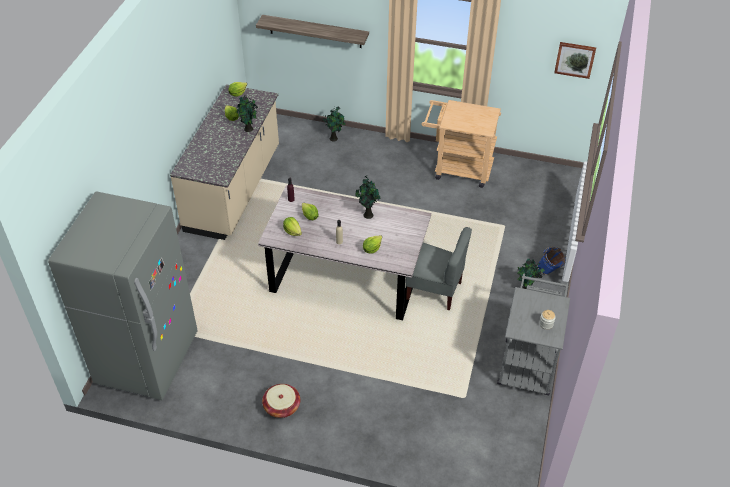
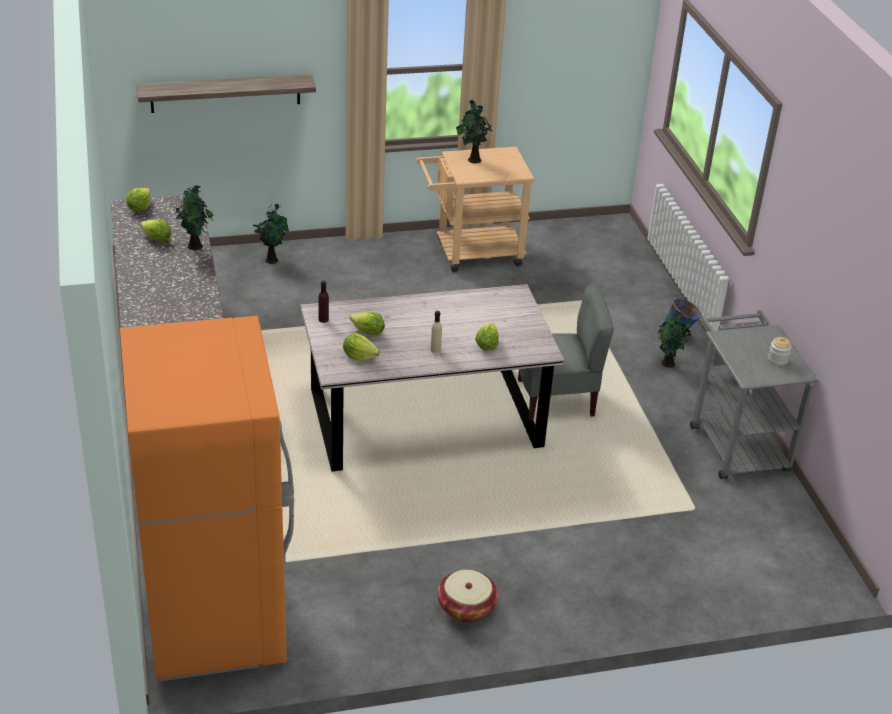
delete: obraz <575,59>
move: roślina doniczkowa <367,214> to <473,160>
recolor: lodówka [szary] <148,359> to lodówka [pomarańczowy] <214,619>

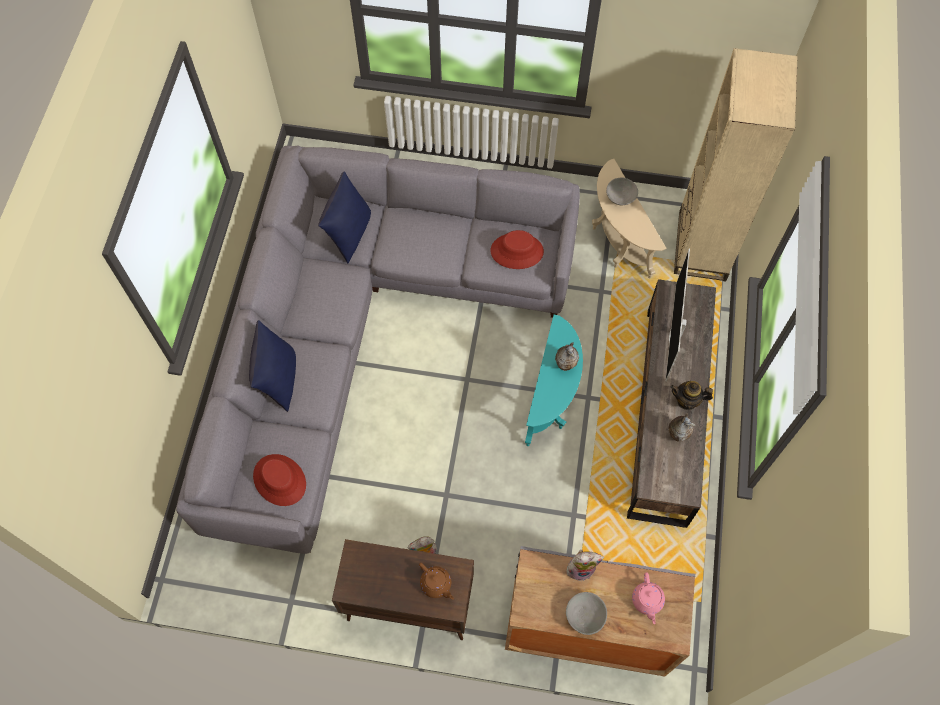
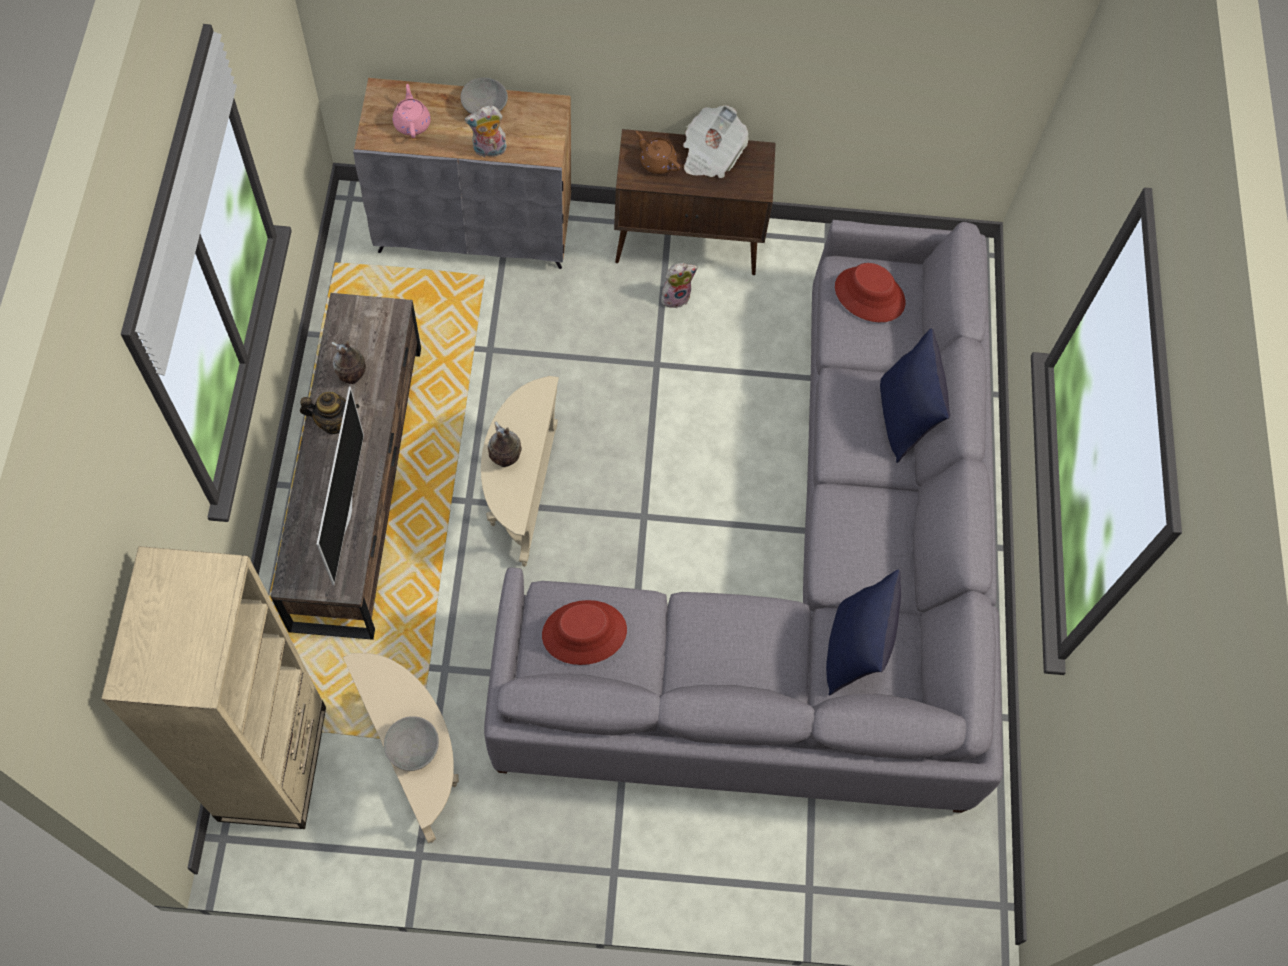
insert: gazeta <711,154>
recolor: stolik [turkusowy] <551,400> to stolik [beżowy] <521,494>

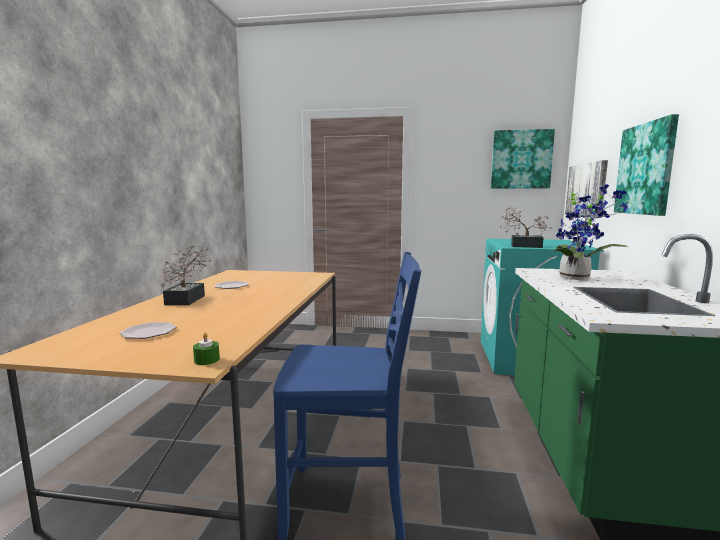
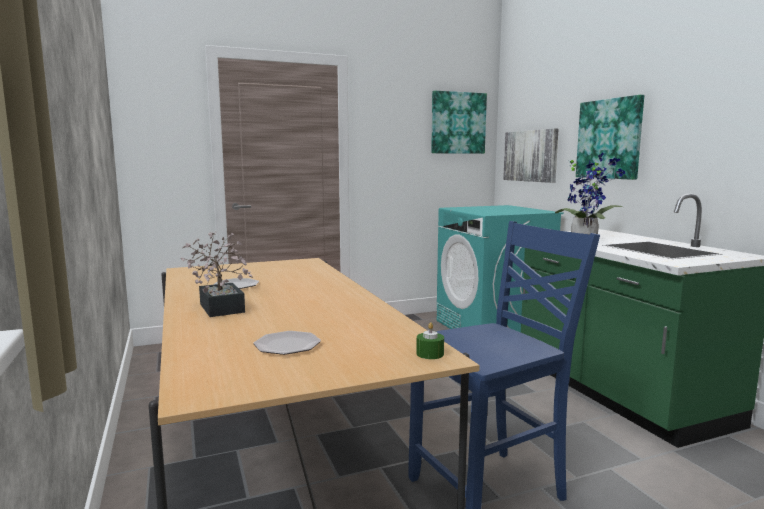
delete: roślina doniczkowa <522,246>

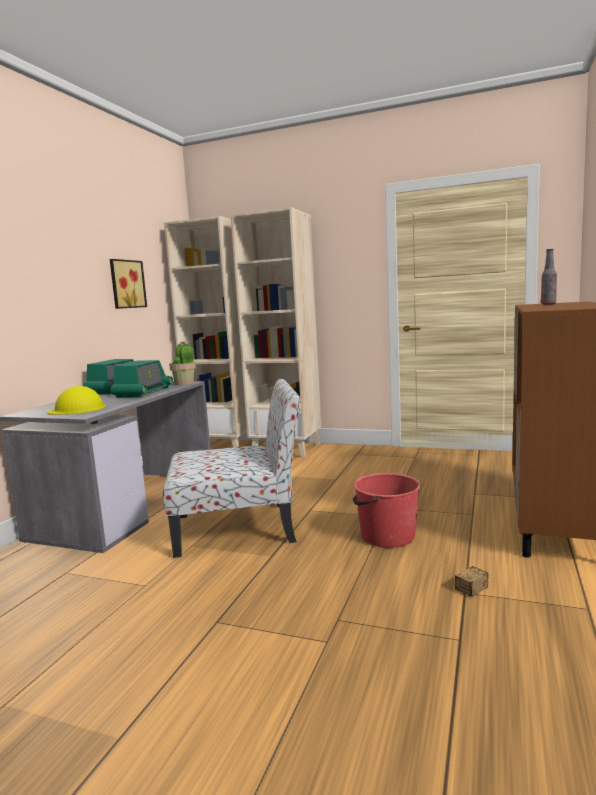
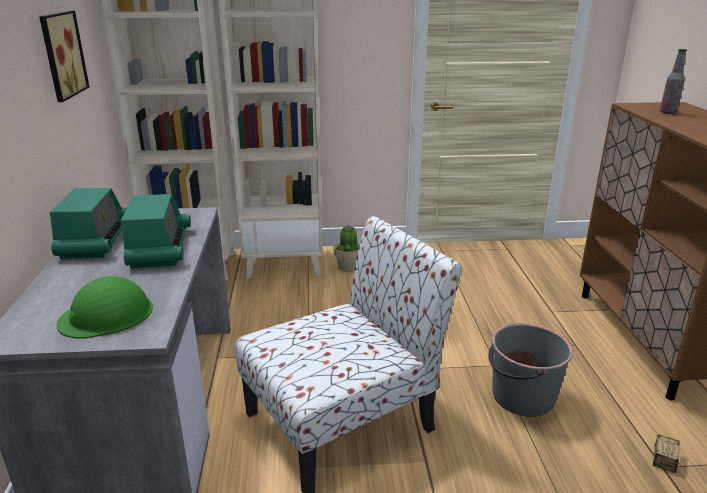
move: roślina doniczkowa <184,383> to <347,266>
recolor: kask [żółty] <77,409> to kask [zielony] <107,315>; wiadro [czerwony] <386,536> to wiadro [szary] <522,397>

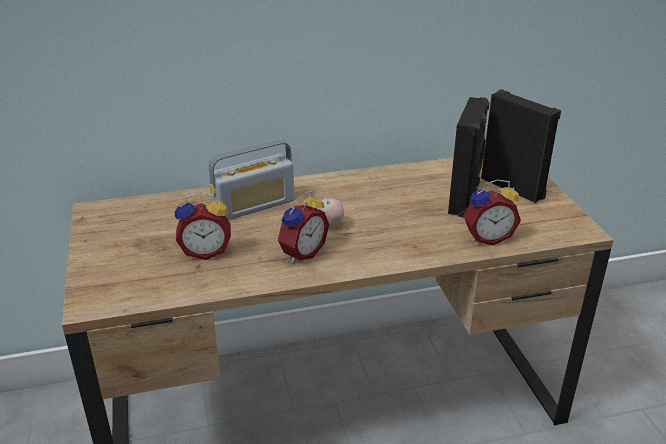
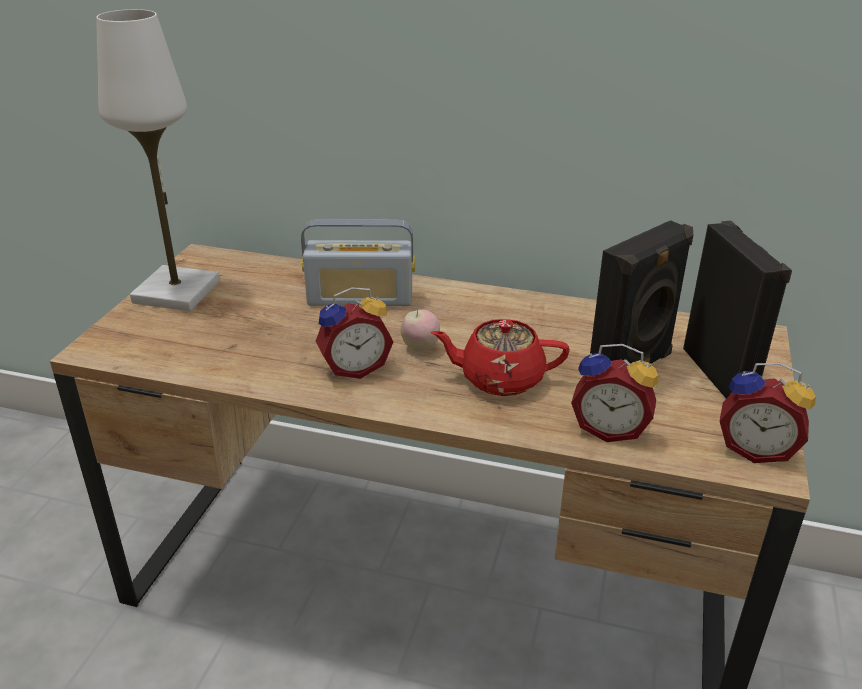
insert: lampa stołowa [biały] <176,292>; imbryk [czerwony] <499,379>
move: budzik <206,251> to <755,449>

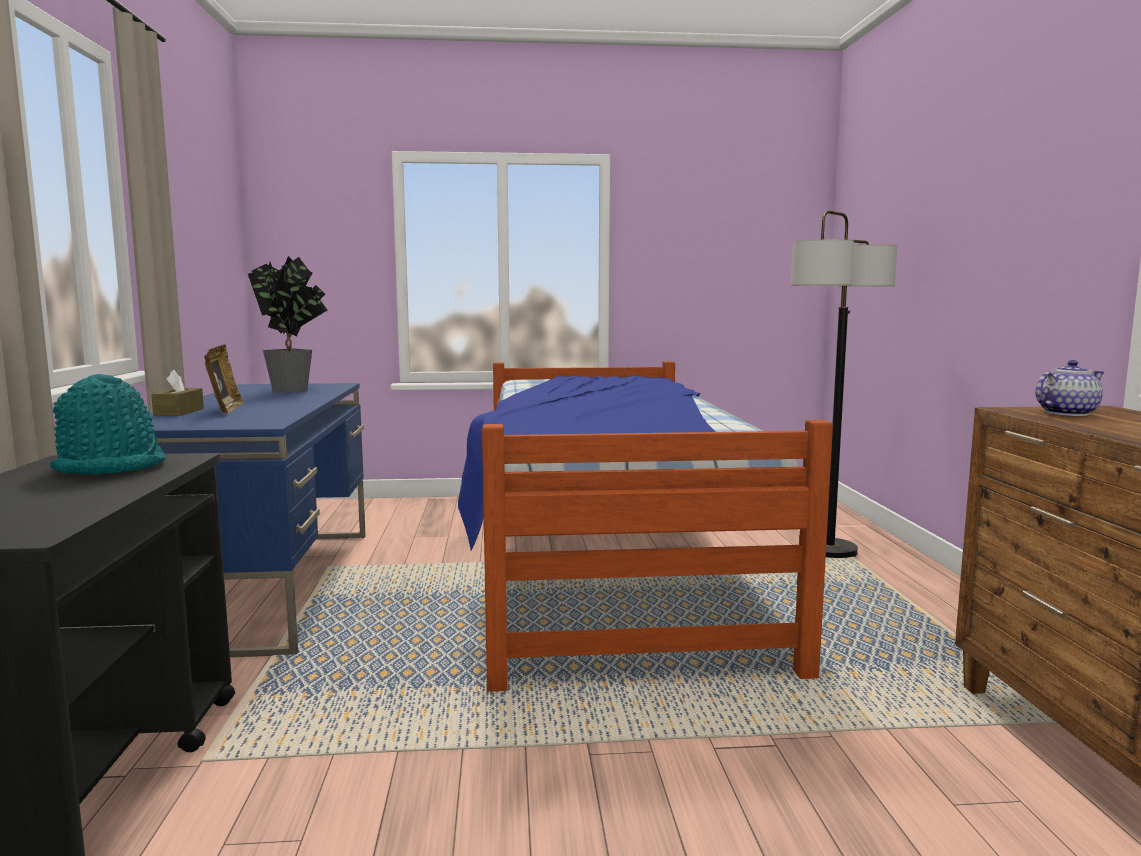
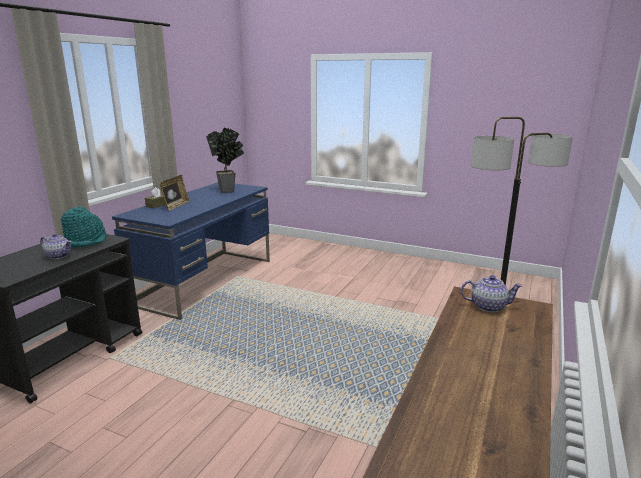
delete: łóżko <605,564>
insert: imbryk <58,256>

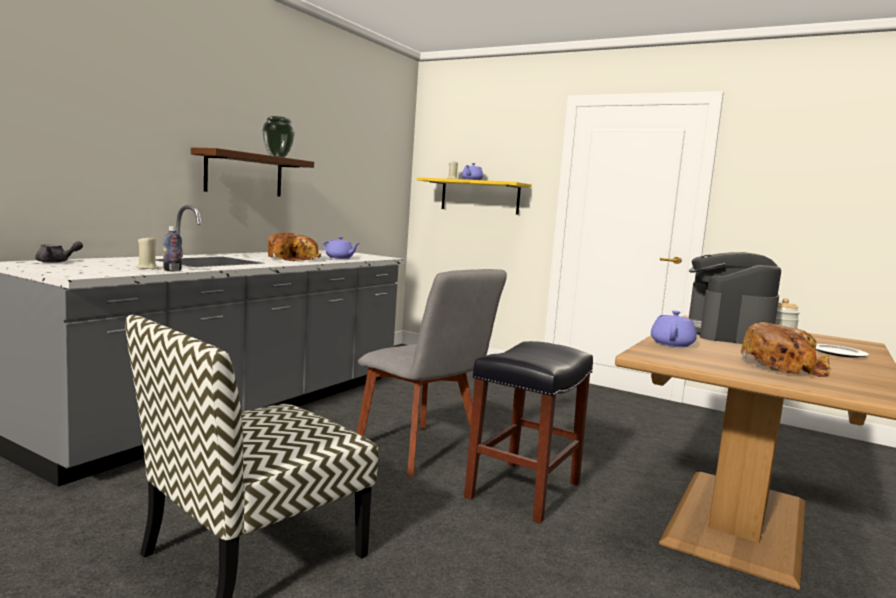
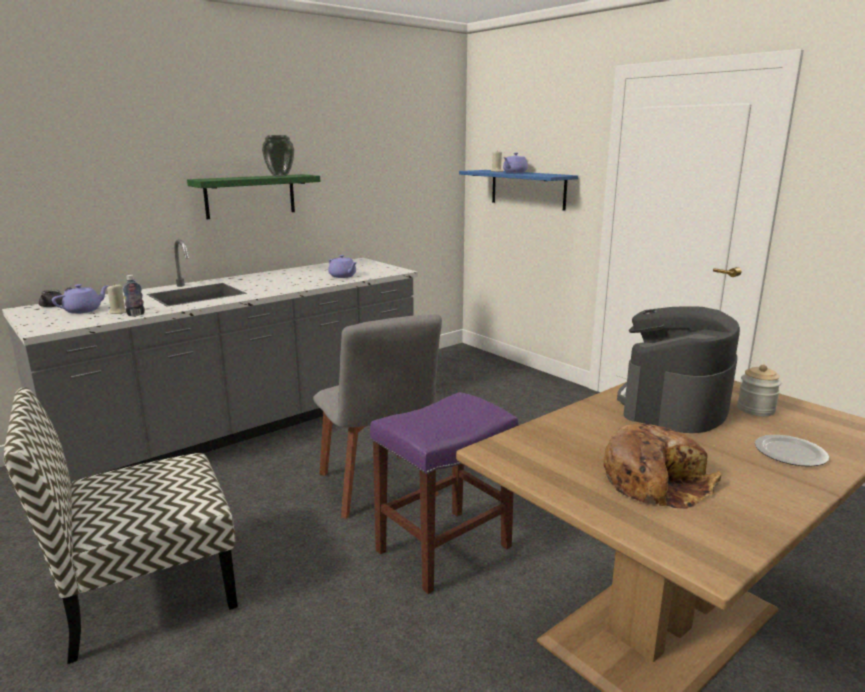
delete: chleb <293,258>
move: imbryk [fioletowy] <672,344> to <84,310>
recolor: półka [brązowy] <244,174> to półka [zielony] <250,196>; stołek [czarny] <523,489> to stołek [fioletowy] <444,548>; półka [żółty] <480,196> to półka [niebieski] <528,189>

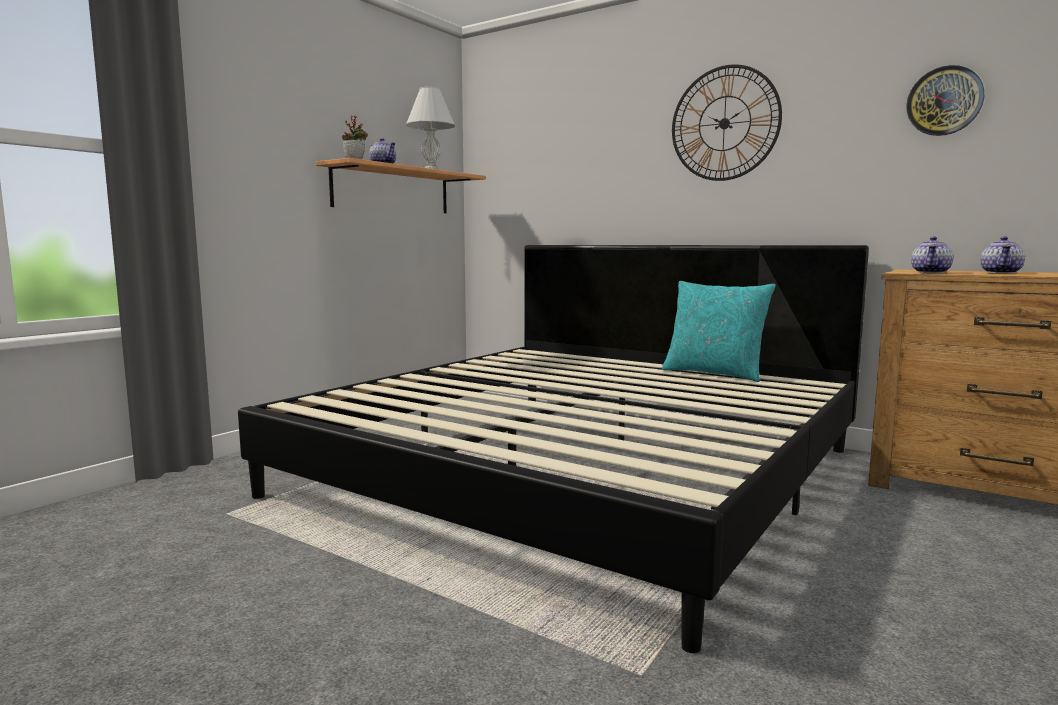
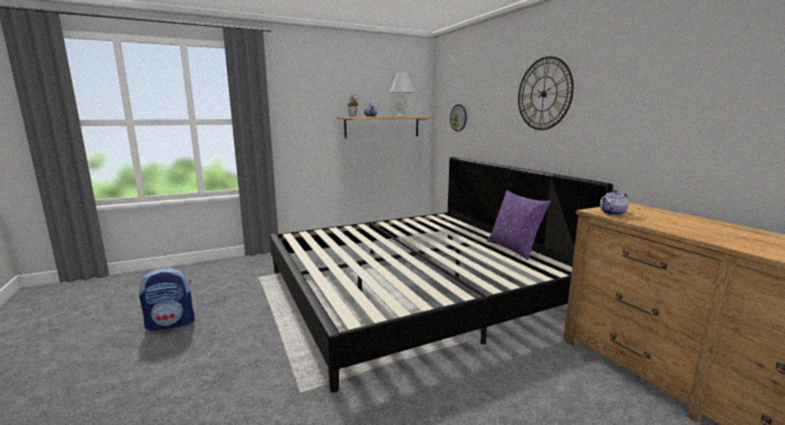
delete: imbryk <1002,273>
insert: plecak <172,323>
move: zegar ścienny <944,101> to <459,117>
recolor: poduszka [turkusowy] <714,373> to poduszka [fioletowy] <514,249>

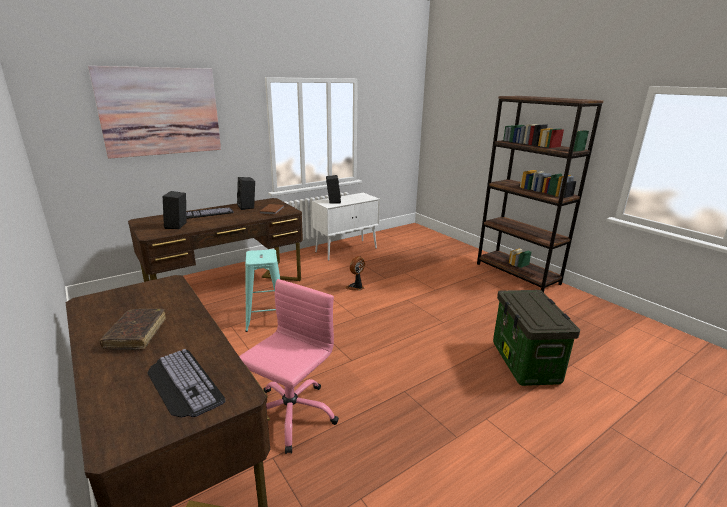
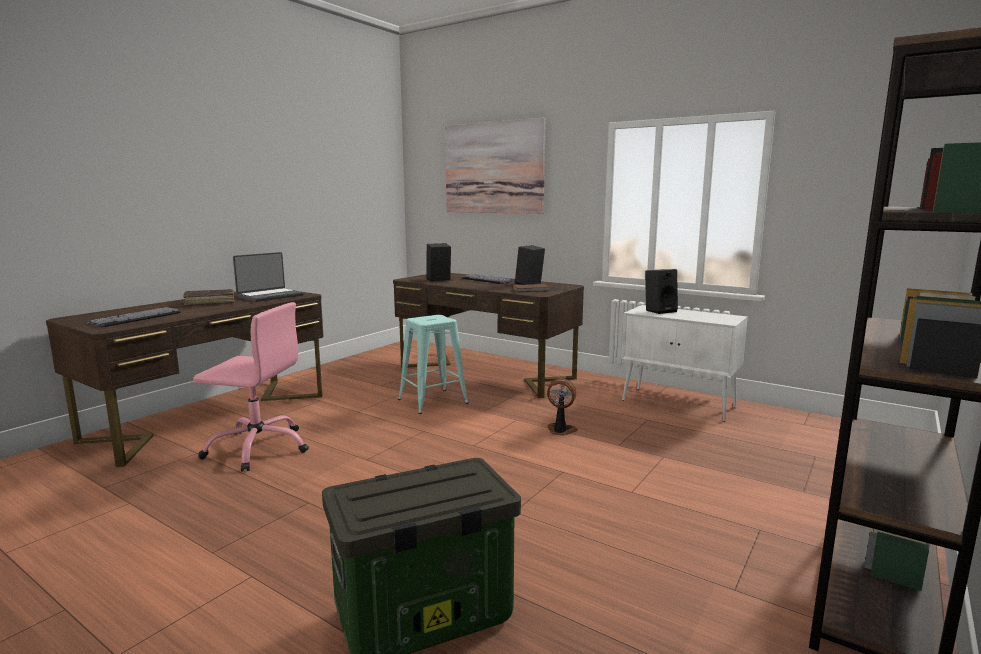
insert: laptop <270,296>

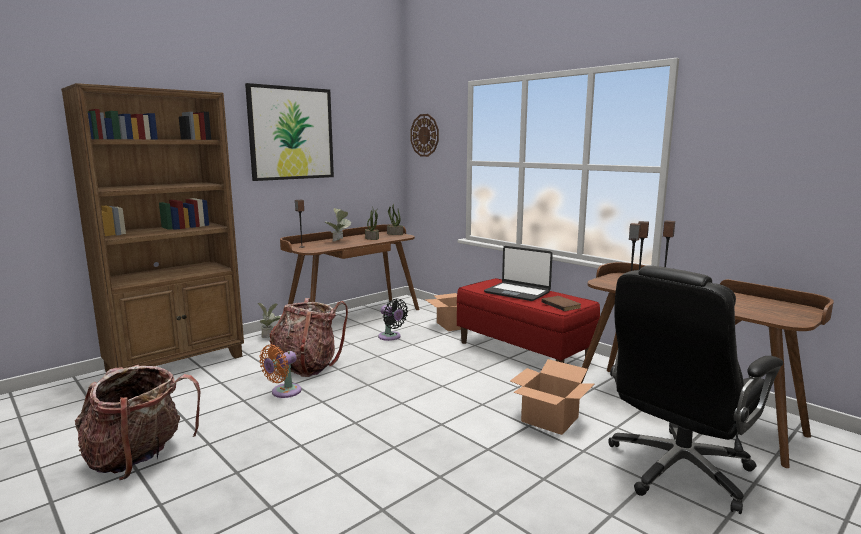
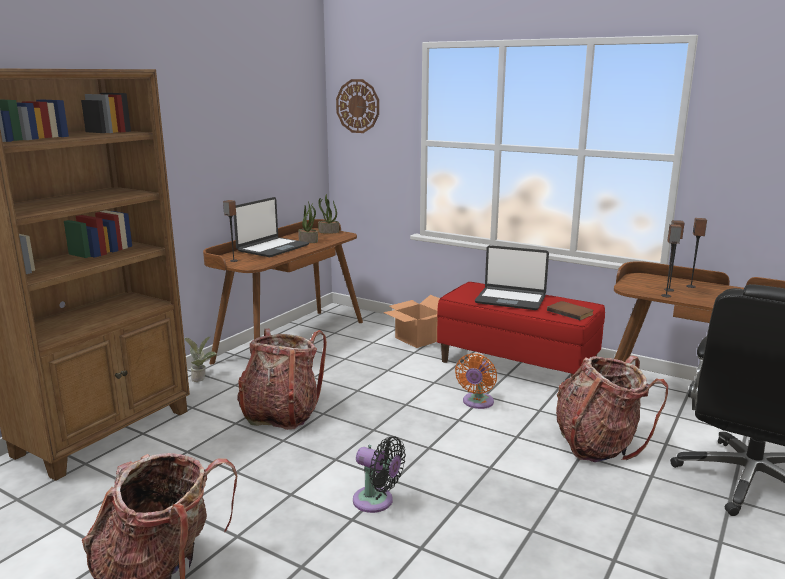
delete: obraz <291,133>
move: wentylator [czarny] <391,337> to <376,501>; wentylator [pomarańczowy] <283,392> to <477,403>
replace: roślina doniczkowa <339,241> to laptop <272,248>; karton <550,419> to plecak <597,444>

